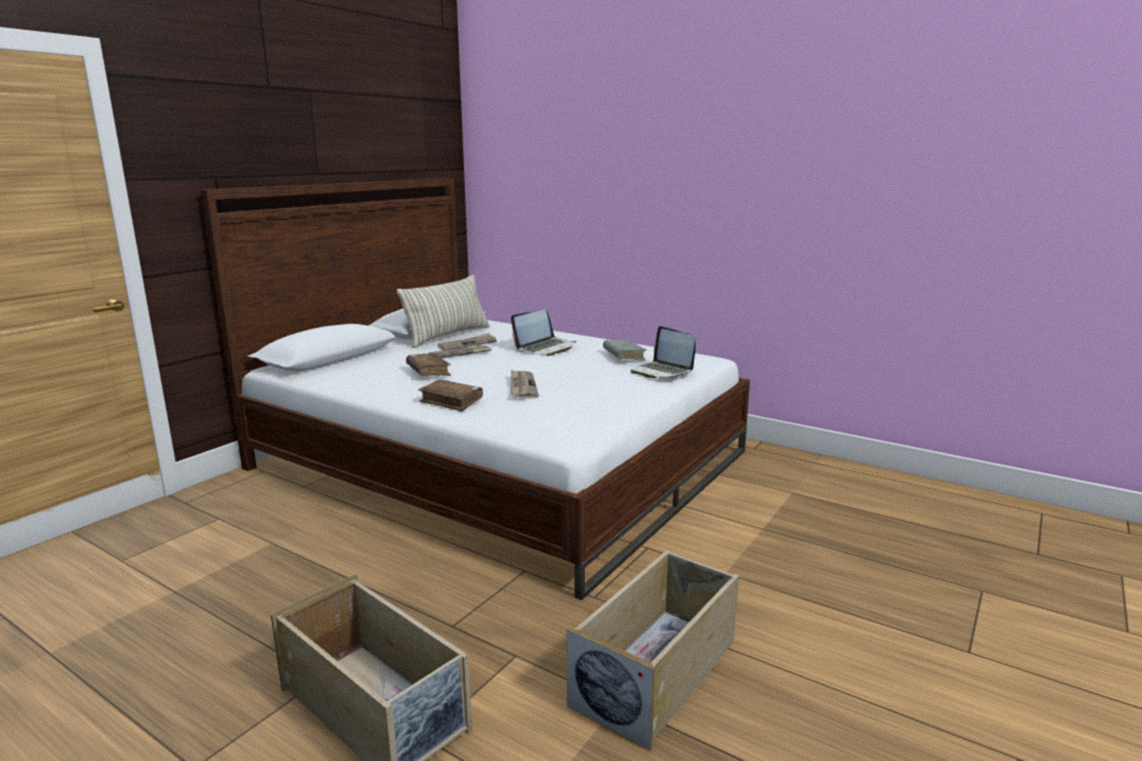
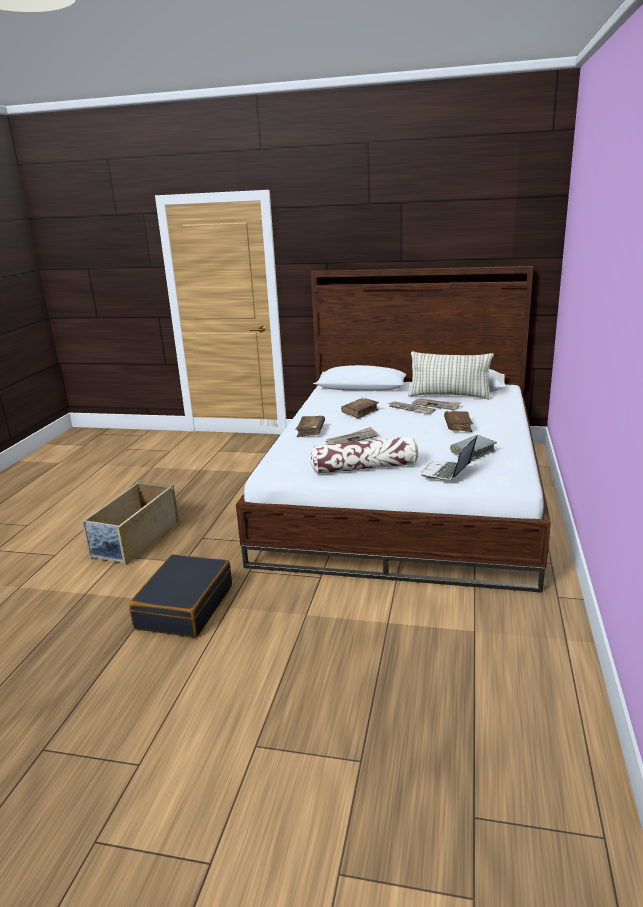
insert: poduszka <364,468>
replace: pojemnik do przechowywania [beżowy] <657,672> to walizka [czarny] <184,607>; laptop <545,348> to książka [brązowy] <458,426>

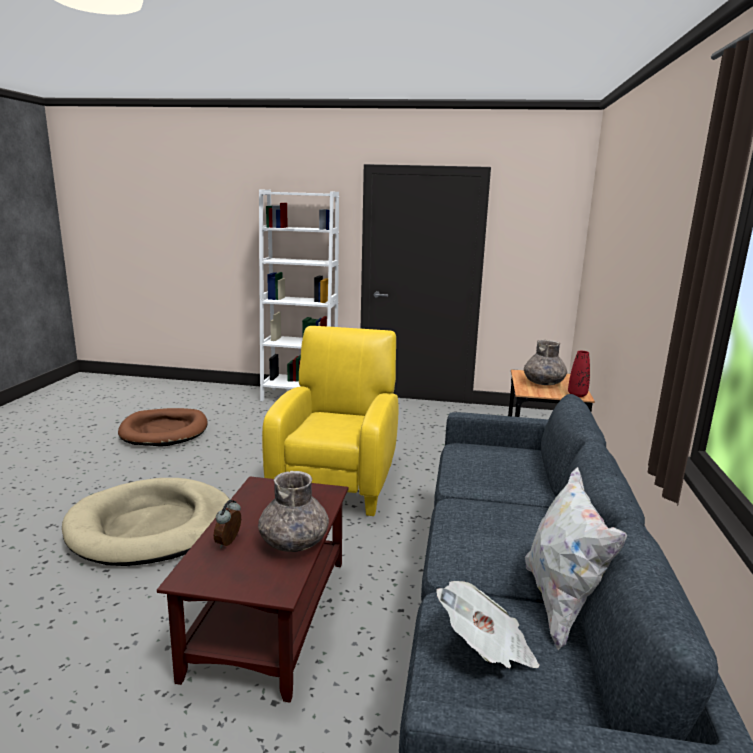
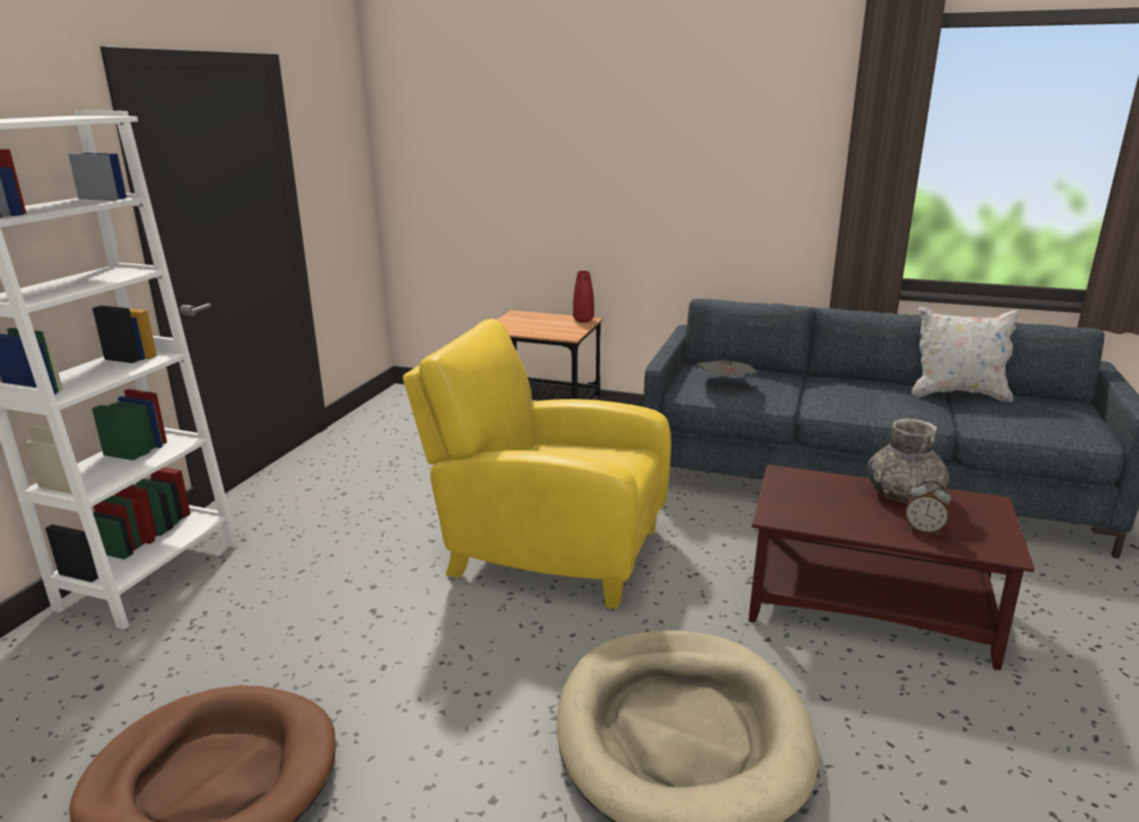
delete: wazon [szary] <544,383>
move: gazeta <486,648> to <726,384>

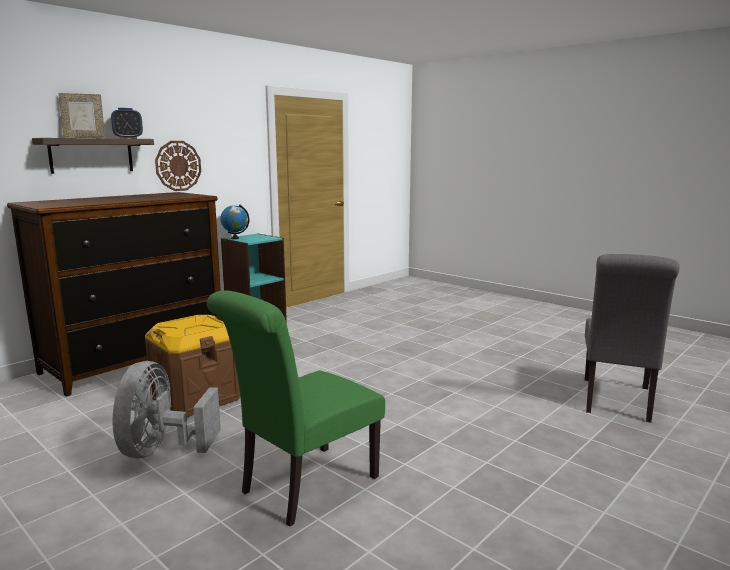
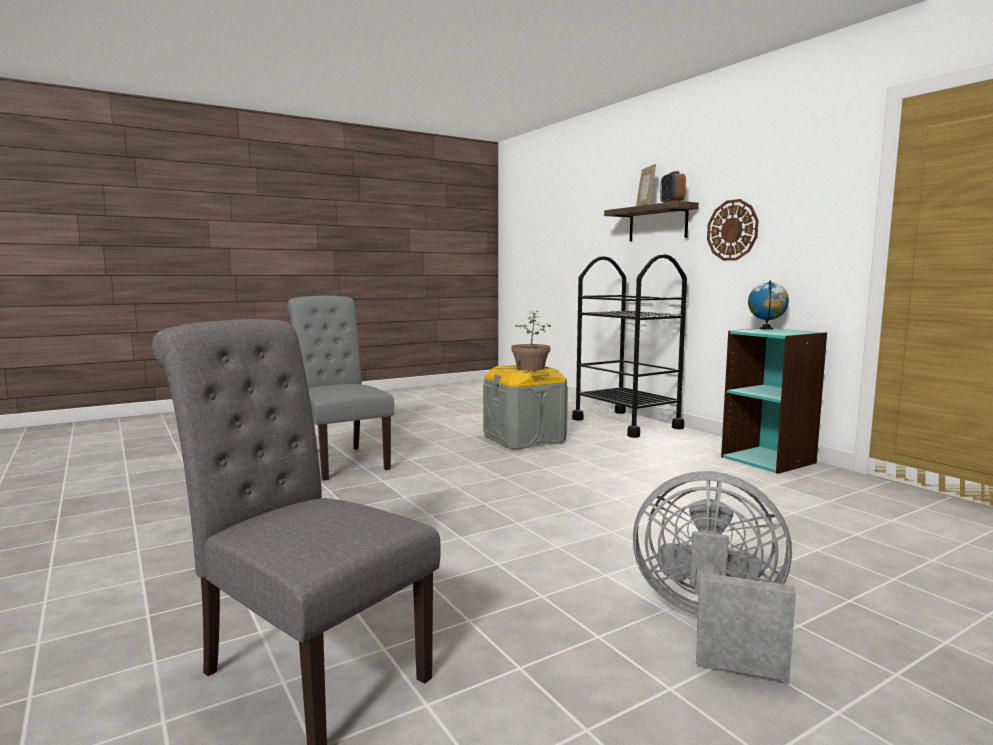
insert: roślina doniczkowa <530,368>
move: wentylator [szary] <161,450> to <711,626>
replace: komoda <136,360> to wózek [czarny] <626,423>
recolor: krzesło [zielony] <303,487> to krzesło [szary] <341,461>; pojemnik do przechowywania [brązowy] <196,398> to pojemnik do przechowywania [szary] <524,439>

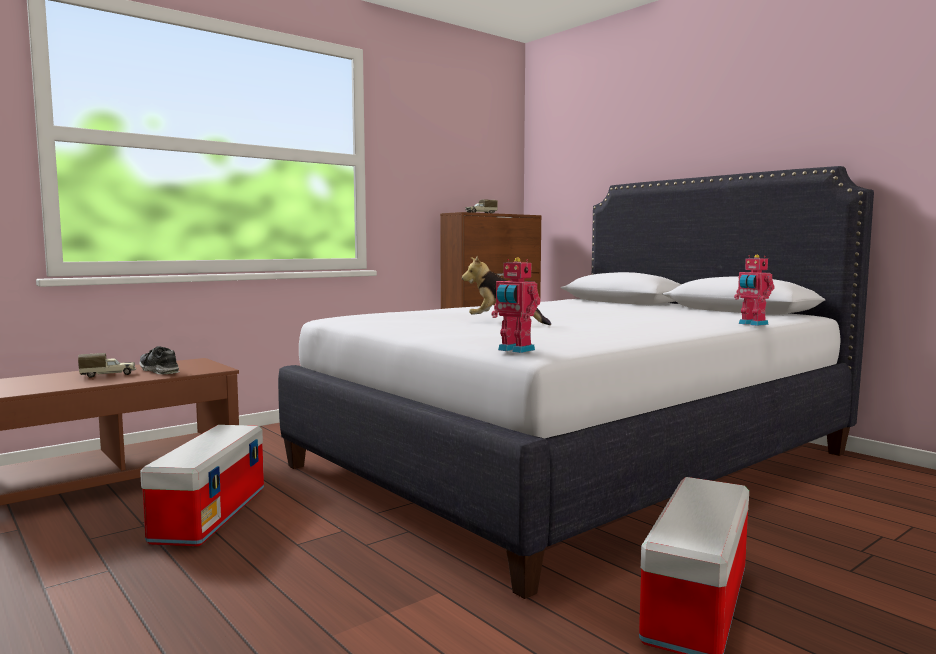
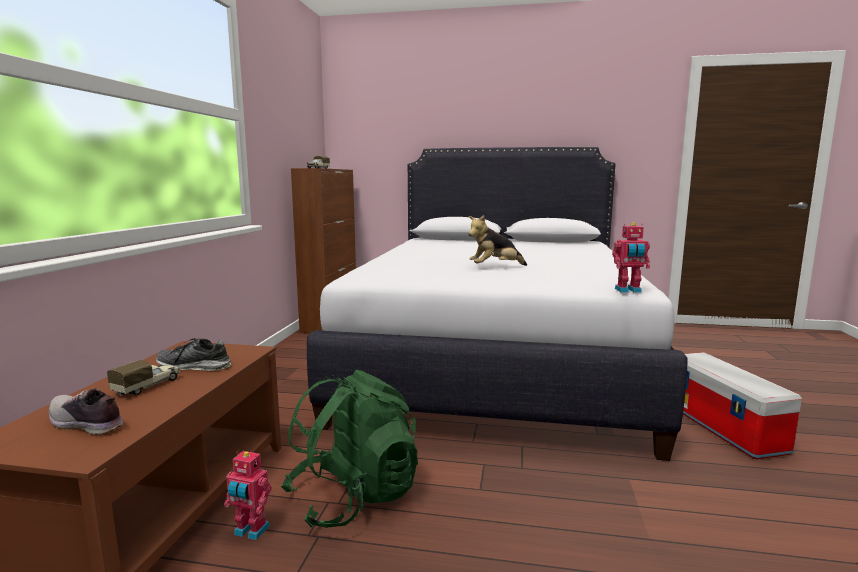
insert: but <85,424>
move: robot zabawkowy <752,324> to <250,531>
replace: pojemnik do przechowywania <210,514> to plecak [zielony] <354,497>

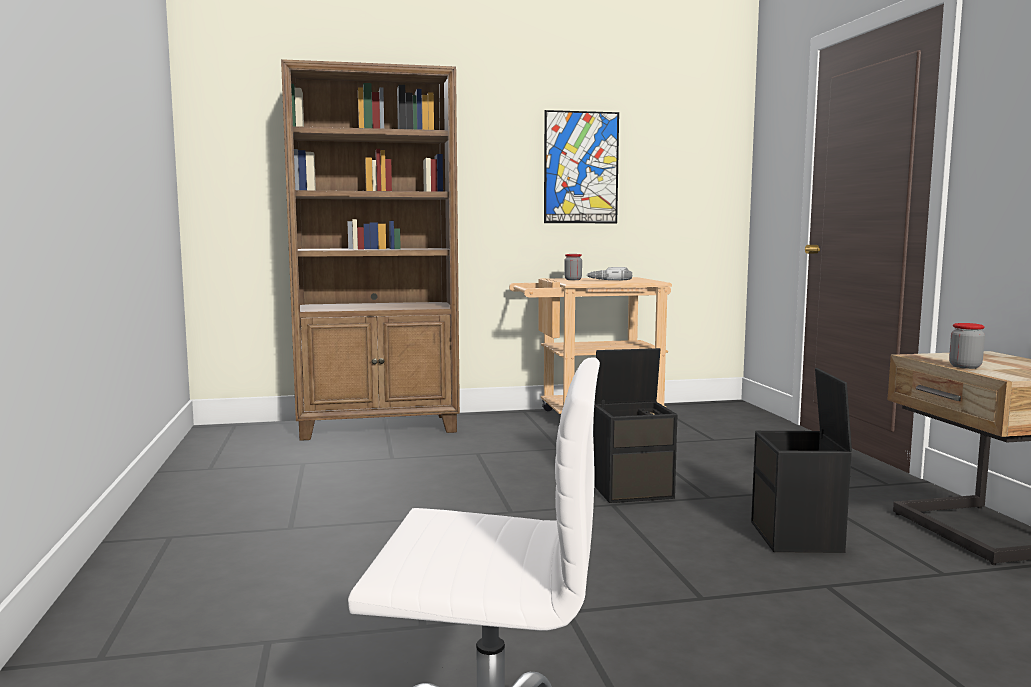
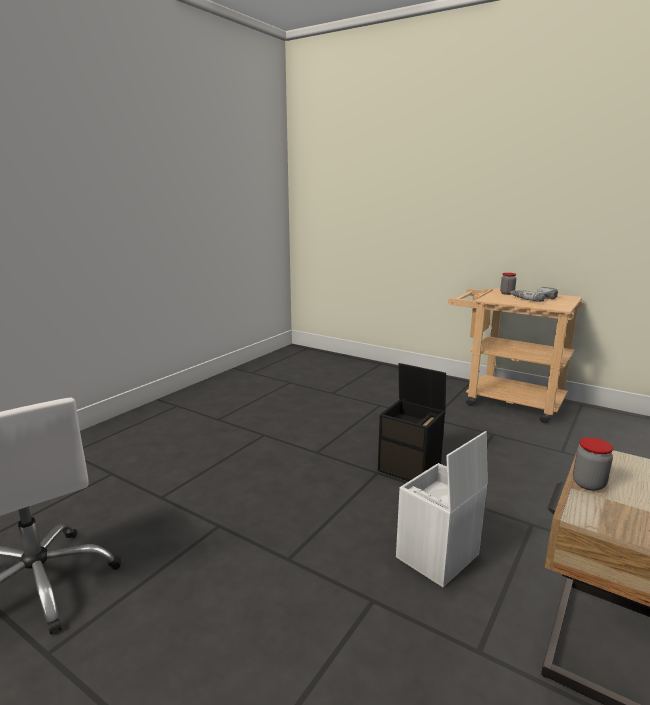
delete: regał [brązowy] <379,427>; obraz <581,168>
recolor: pojemnik do przechowywania [czarny] <798,537> to pojemnik do przechowywania [biały] <437,557>

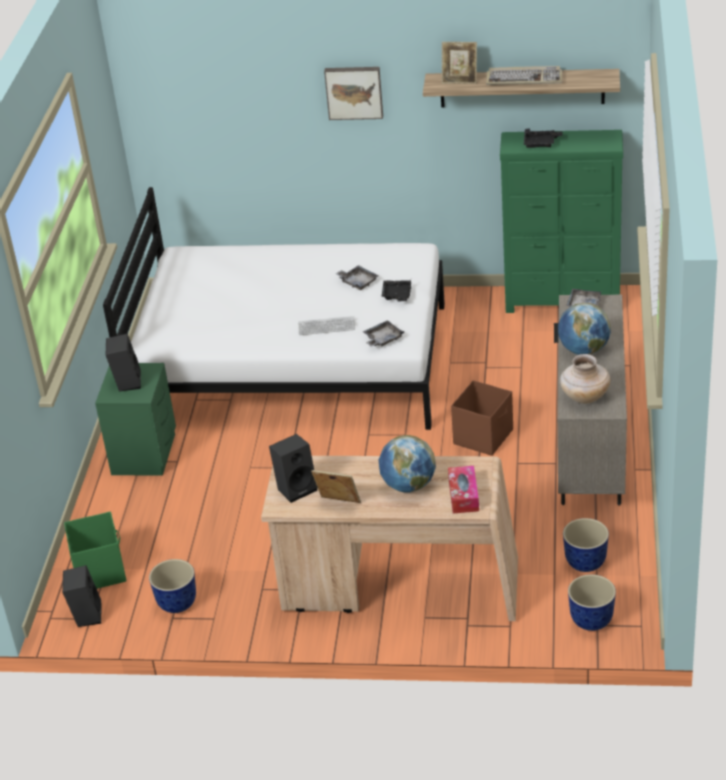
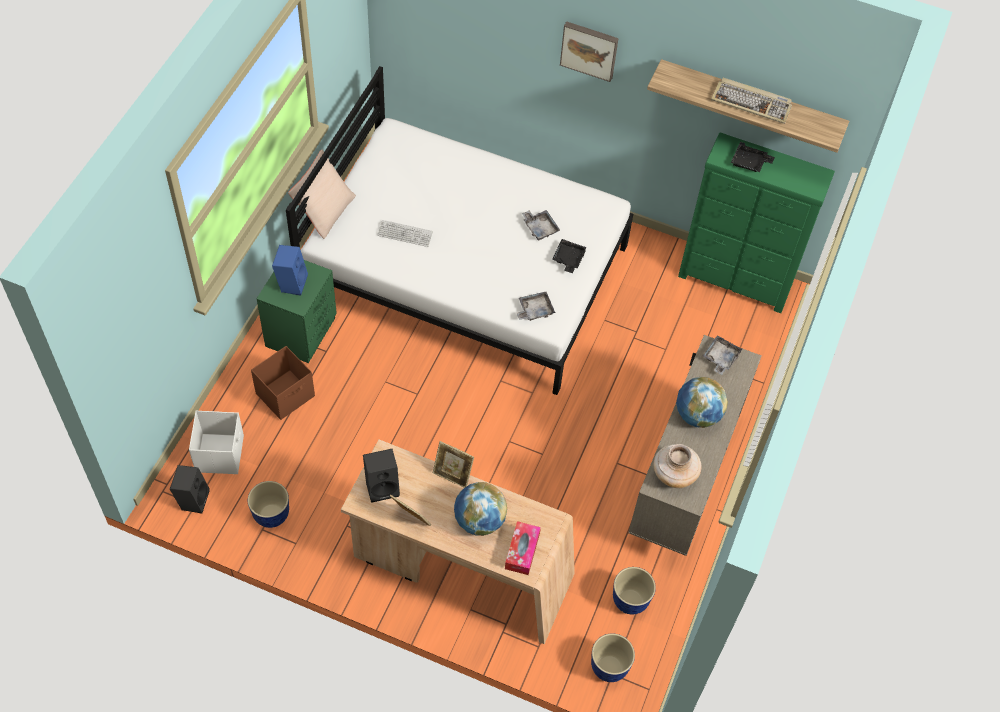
insert: poduszka [beżowy] <324,210>
move: pojemnik do przechowywania [brązowy] <484,436> to <286,395>; klawiatura <326,327> to <405,234>; ramka na zdjęcie <460,80> to <452,475>
recolor: pojemnik do przechowywania [zielony] <100,570> to pojemnik do przechowywania [biały] <220,453>; głośnik [czarny] <126,382> to głośnik [niebieski] <291,282>

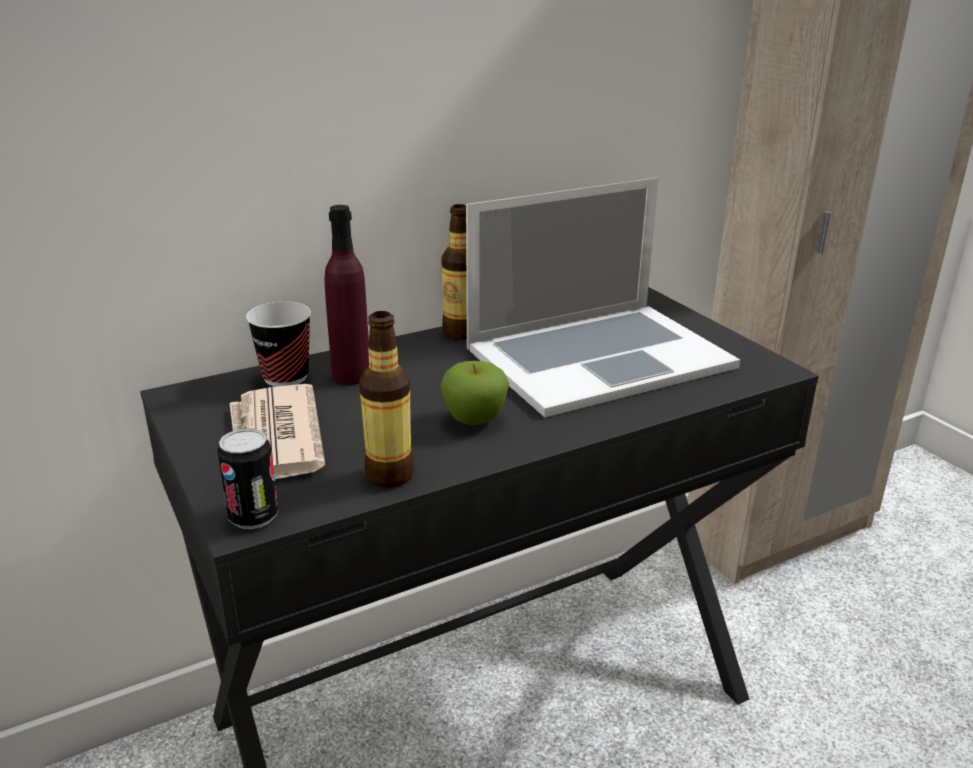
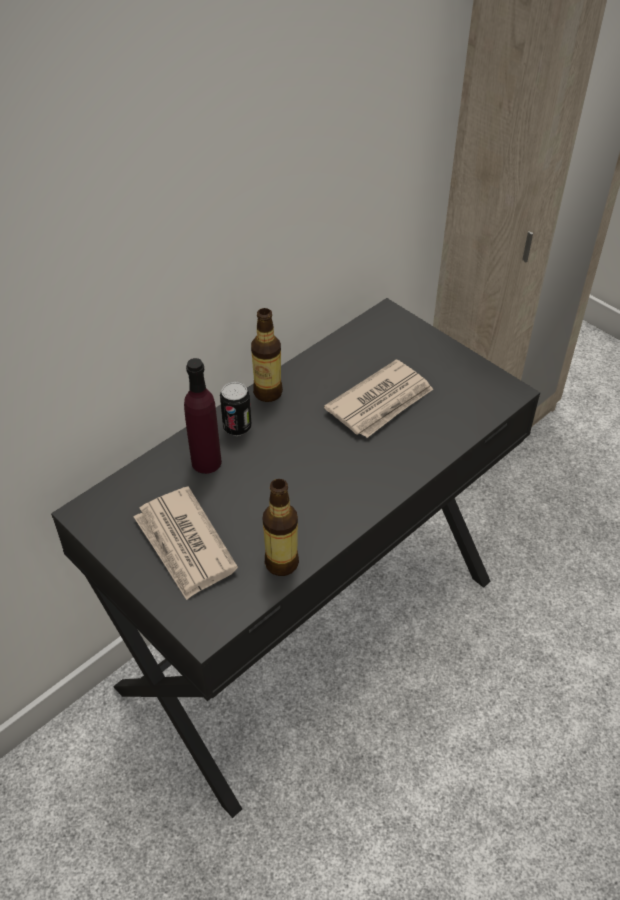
delete: filiżanka <285,377>; jabłko <474,420>
move: puszka <253,517> to <237,427>
replace: laptop <598,357> to gazeta <381,402>

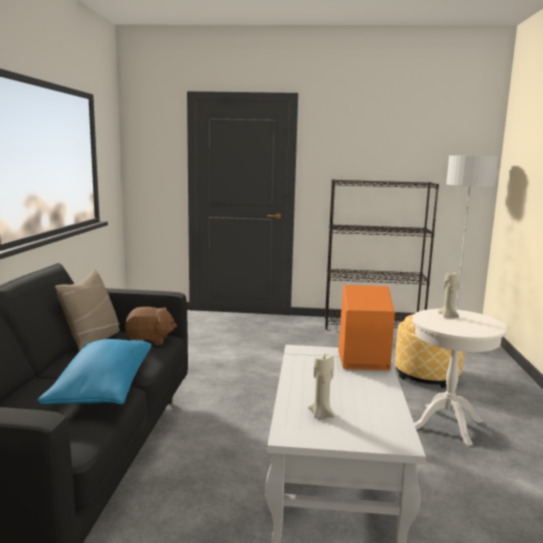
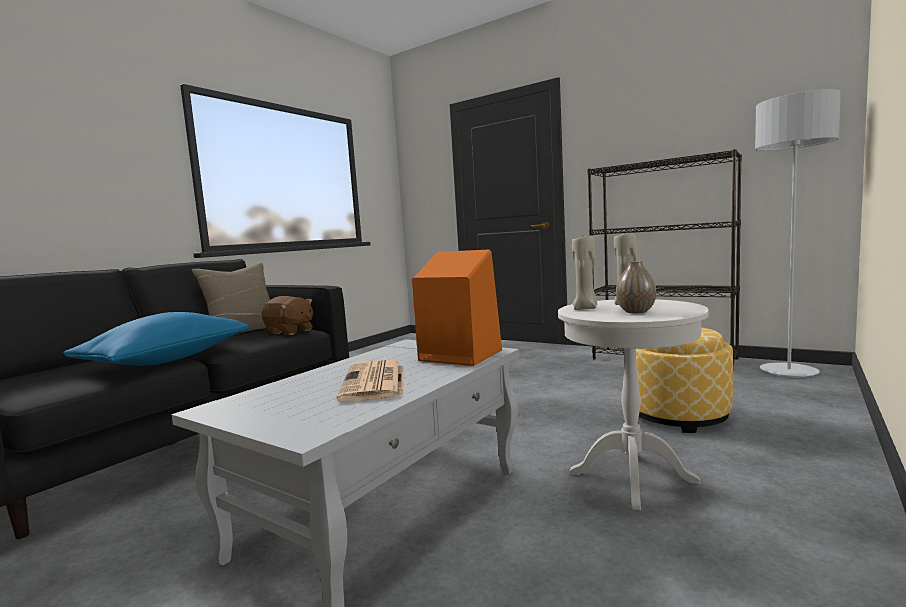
insert: gazeta <375,382>; wazon <636,312>
move: świeca [beżowy] <321,414> to <585,308>

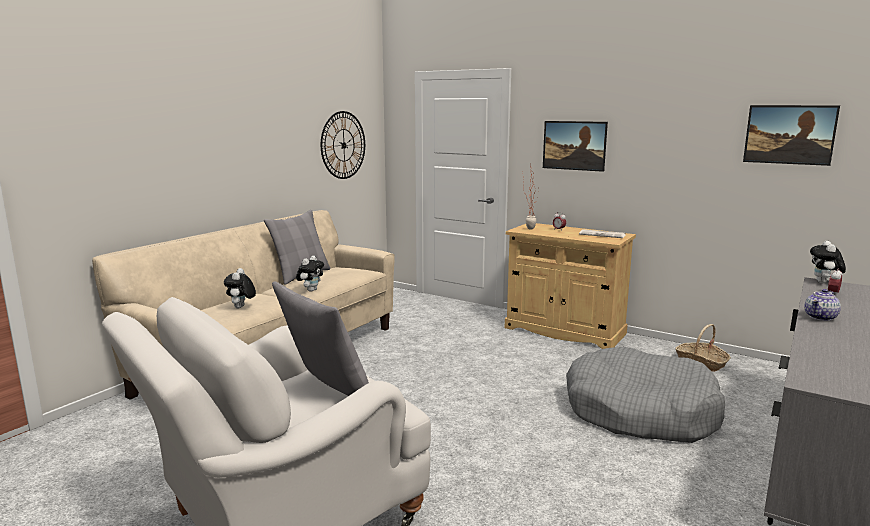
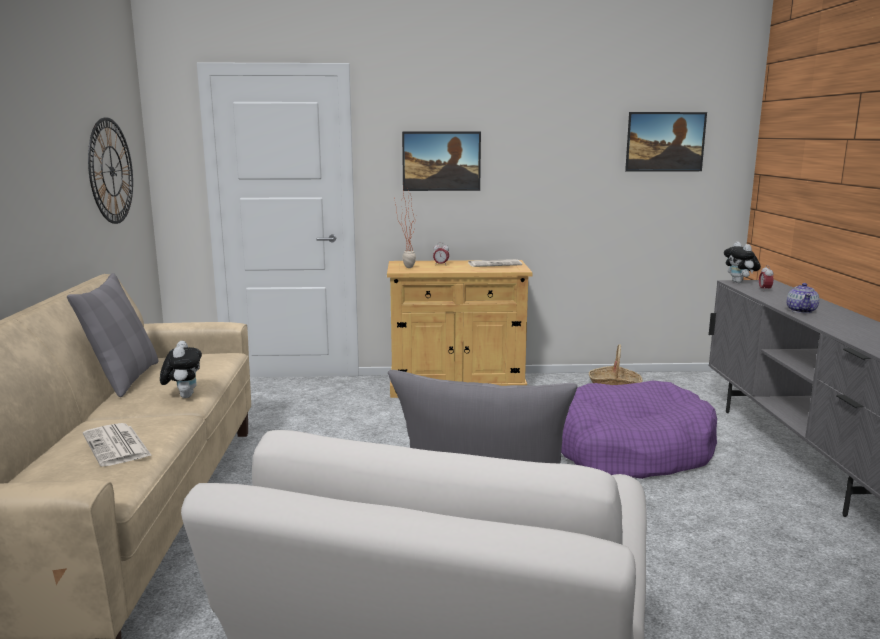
replace: pluszak <241,307> to gazeta <117,446>
recolor: legowisko [szary] <639,412> to legowisko [fioletowy] <630,449>

